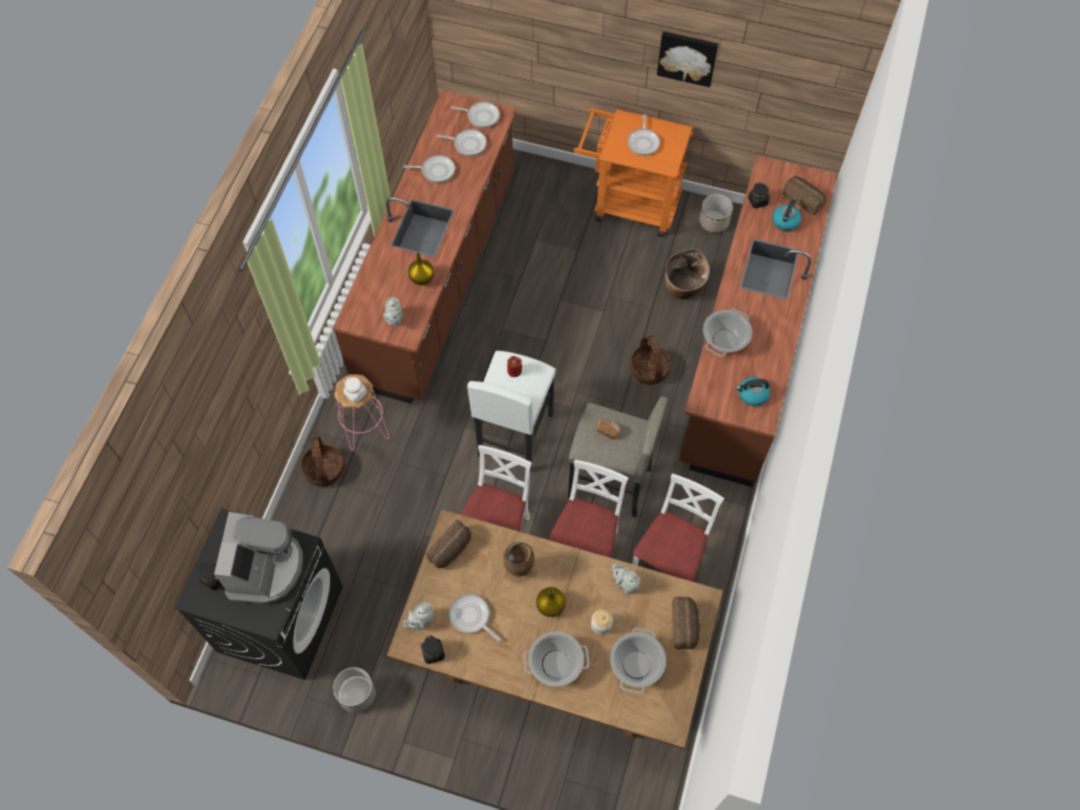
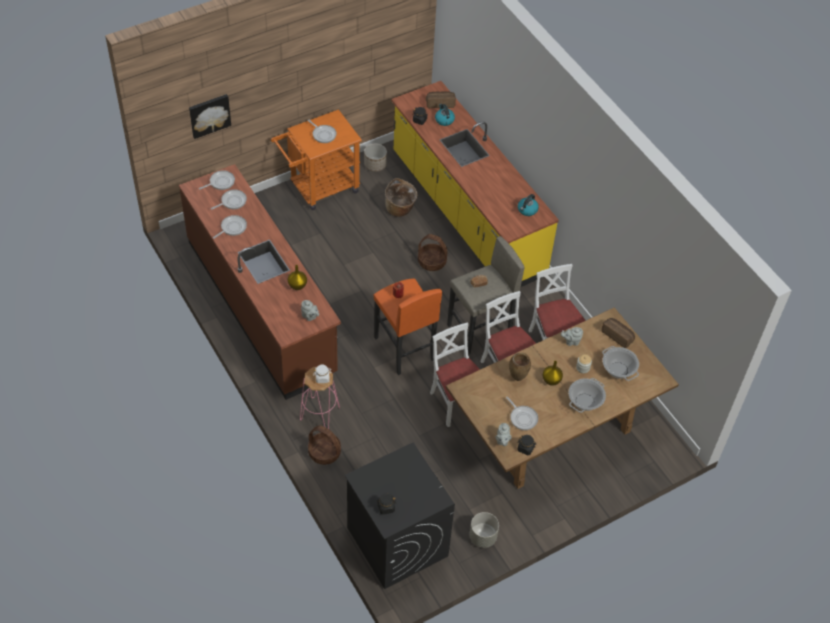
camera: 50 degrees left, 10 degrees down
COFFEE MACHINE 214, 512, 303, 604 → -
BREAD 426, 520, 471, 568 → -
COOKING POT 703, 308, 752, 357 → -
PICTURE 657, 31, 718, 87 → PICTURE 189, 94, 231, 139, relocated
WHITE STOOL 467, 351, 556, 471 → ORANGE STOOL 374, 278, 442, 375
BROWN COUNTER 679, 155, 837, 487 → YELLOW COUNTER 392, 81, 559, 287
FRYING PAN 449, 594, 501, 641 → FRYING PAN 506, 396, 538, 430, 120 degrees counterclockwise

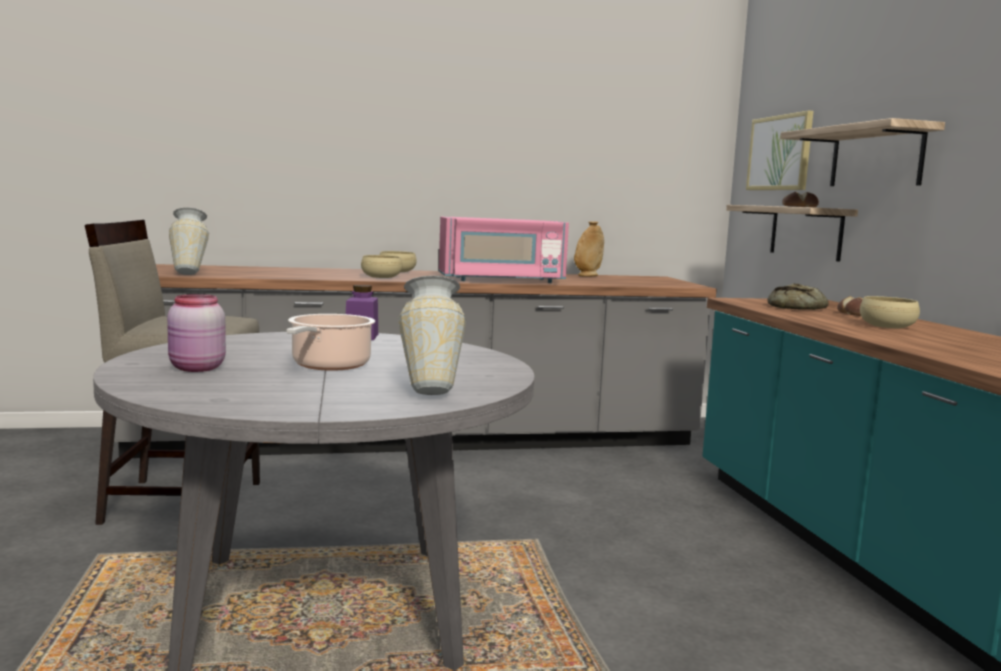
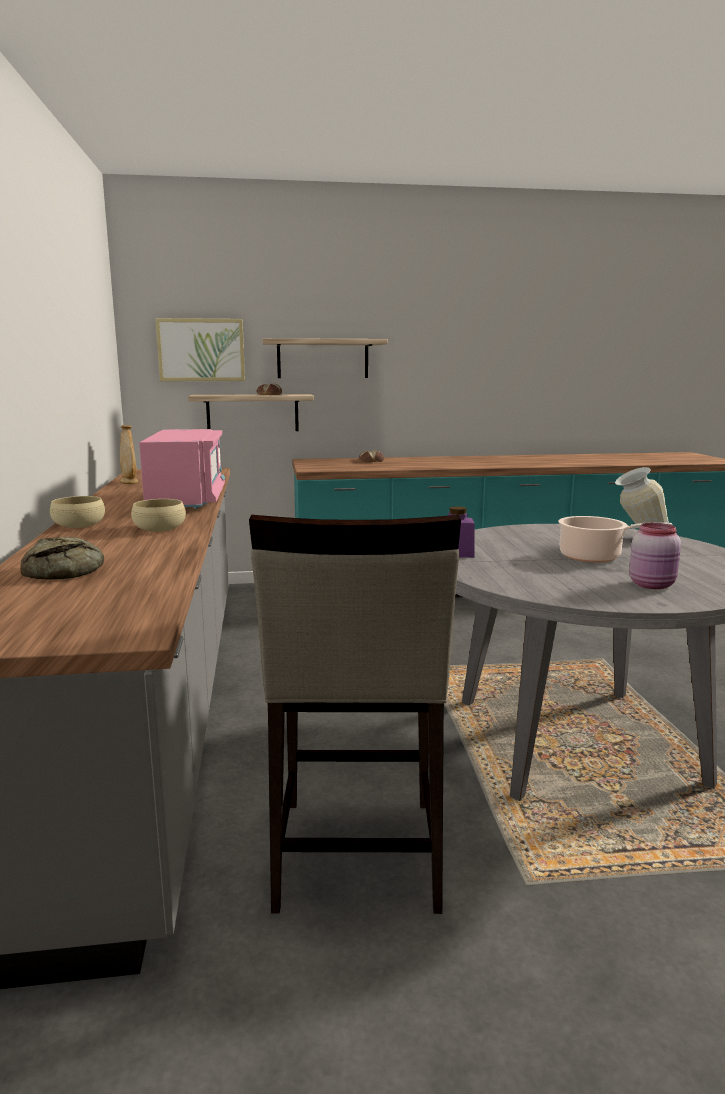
camera: 85 degrees left, 5 degrees up
VASE 169, 207, 209, 275 → -
BEIGE BOWL 860, 296, 920, 328 → -
BREAD 768, 283, 829, 310 → BREAD 20, 537, 104, 580, relocated

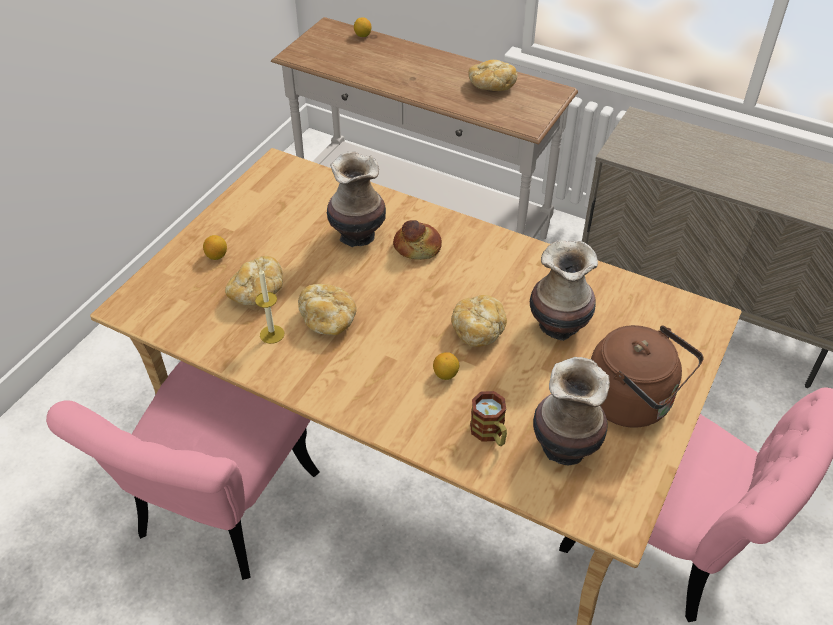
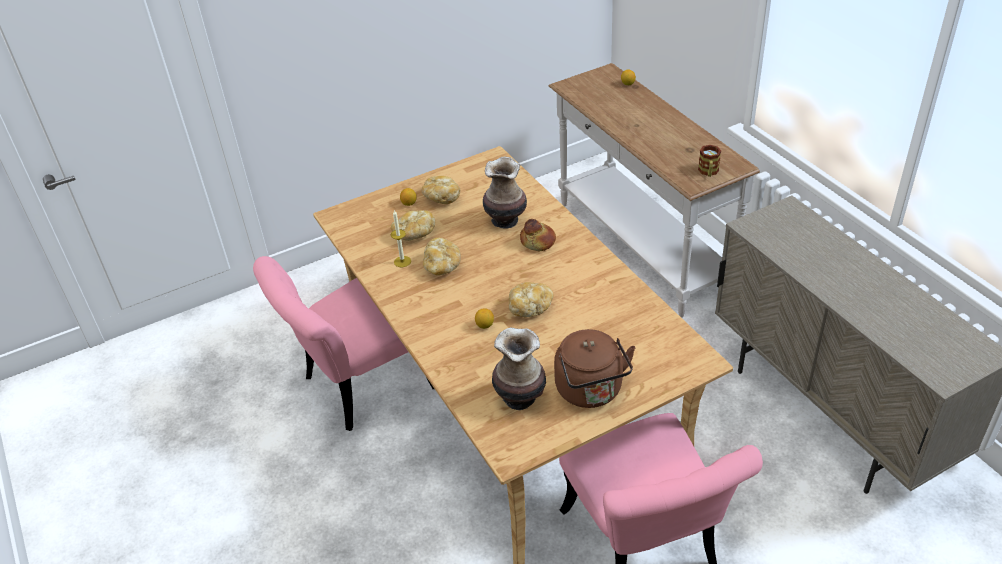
camera: 35 degrees right, 5 degrees down
VASE 530, 240, 598, 341 → -
BREAD 468, 60, 518, 91 → BREAD 421, 176, 460, 204, relocated
MUG 470, 391, 507, 446 → MUG 698, 145, 721, 177, relocated

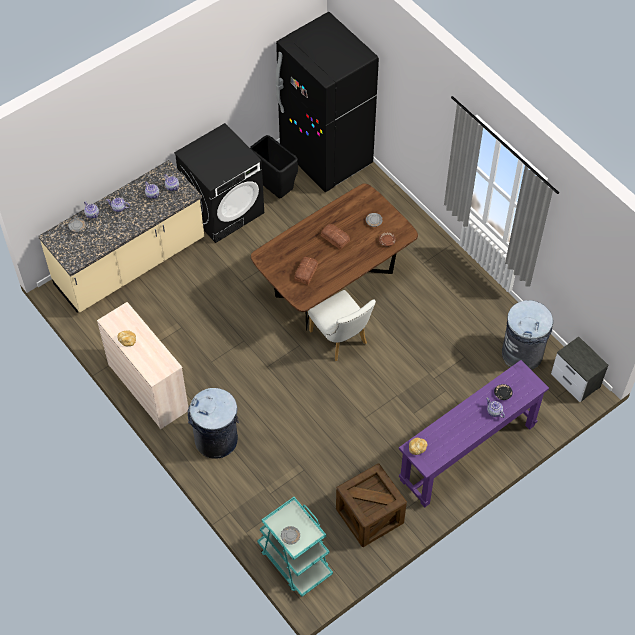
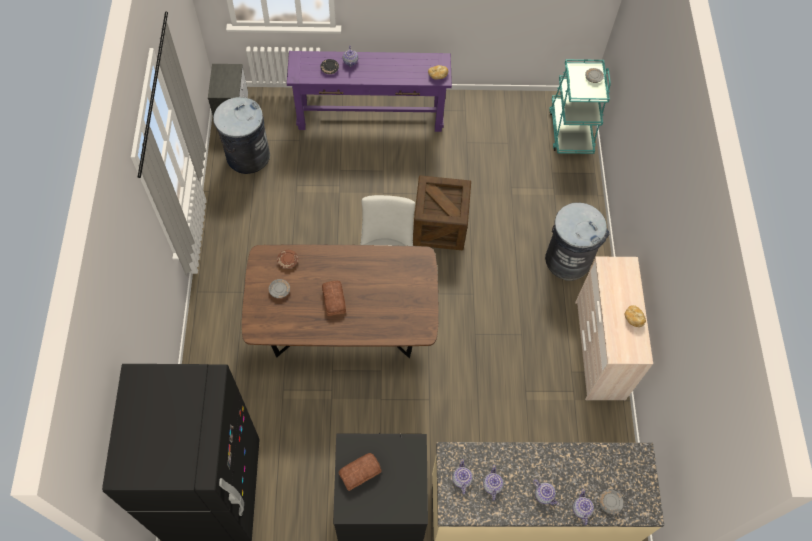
camera: 145 degrees left, 5 degrees up
BLACK TRASH CAN 250, 135, 298, 198 → -
BREAD 294, 257, 318, 285 → BREAD 339, 453, 382, 491, relocated
CRATE 336, 463, 407, 547 → CRATE 413, 176, 471, 250, relocated

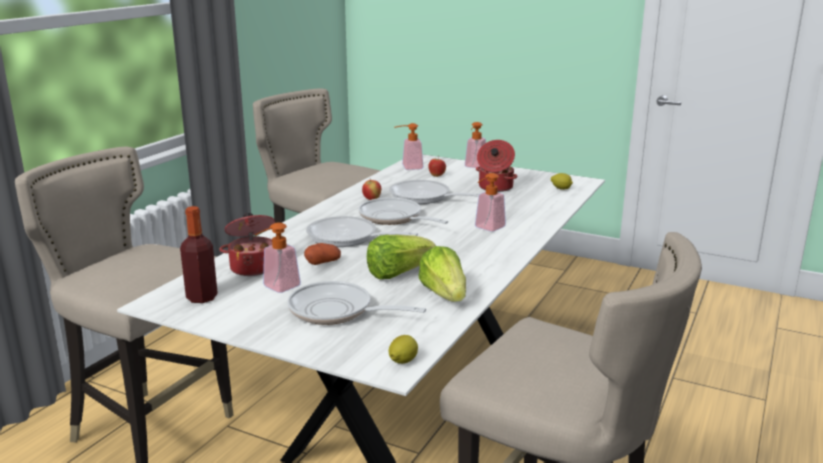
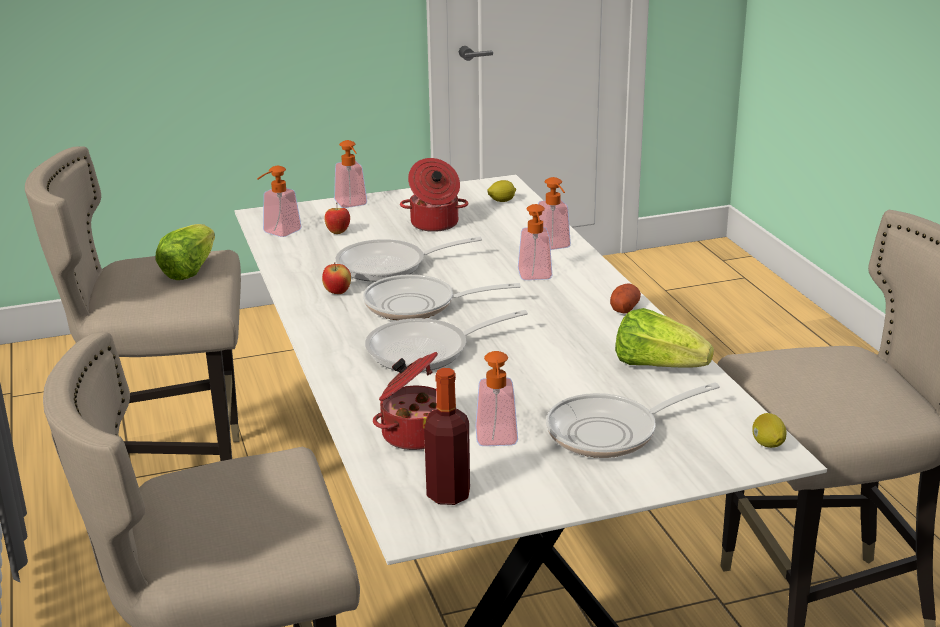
camera: 45 degrees left, 5 degrees up
- → SOAP DISPENSER 538, 177, 571, 250
POTATO 304, 243, 341, 265 → POTATO 610, 283, 641, 314, relocated
LETTUCE 367, 235, 436, 279 → LETTUCE 155, 224, 215, 280, relocated

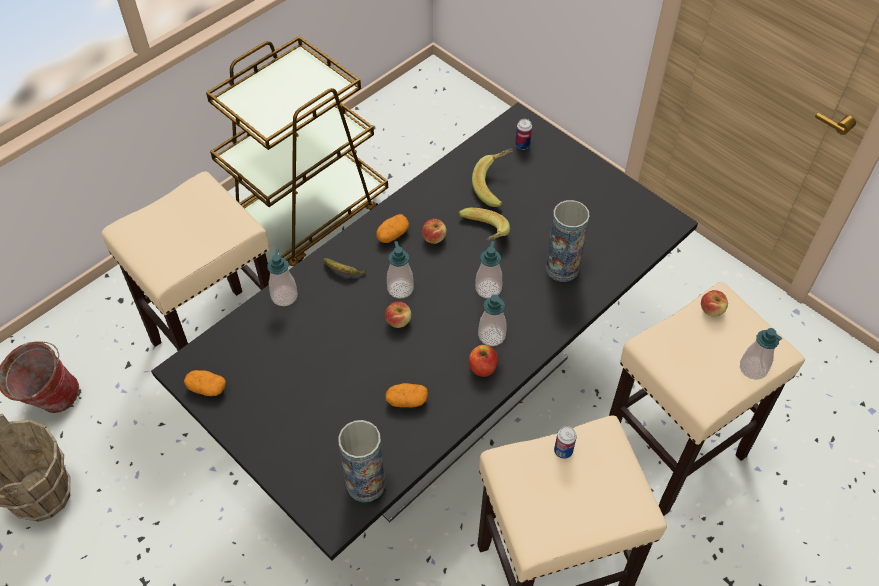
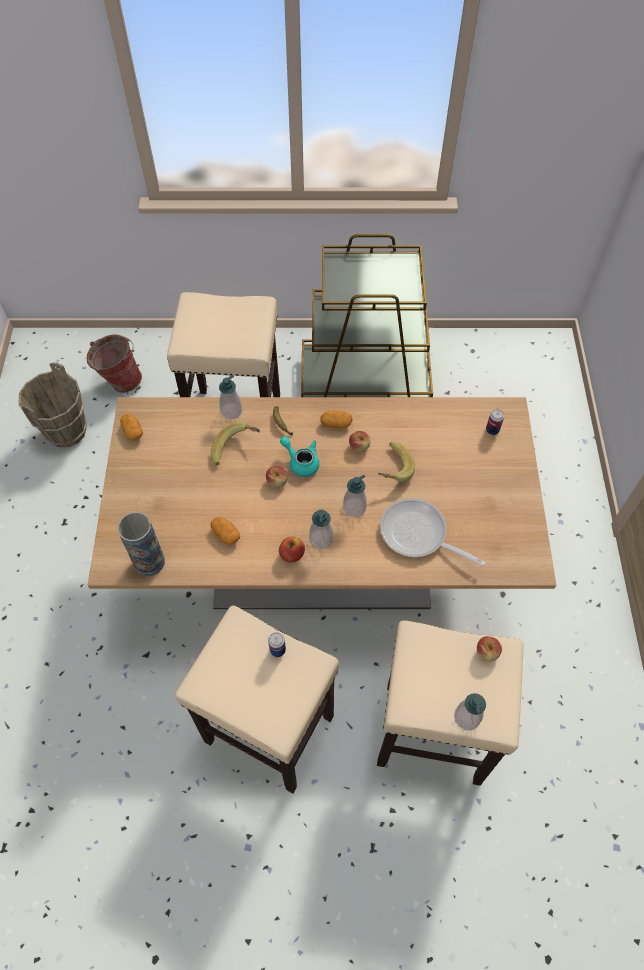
camera: 45 degrees right, 5 degrees up
BANANA 472, 148, 513, 207 → BANANA 211, 421, 260, 465, relocated
SOAP DISPENSER 387, 241, 414, 299 → TURQUOISE TEAPOT 280, 437, 320, 477
VASE 546, 200, 590, 282 → FRYING PAN 380, 498, 485, 567
BLACK DINING TABLE 151, 102, 698, 561 → BEIGE DINING TABLE 88, 397, 556, 609

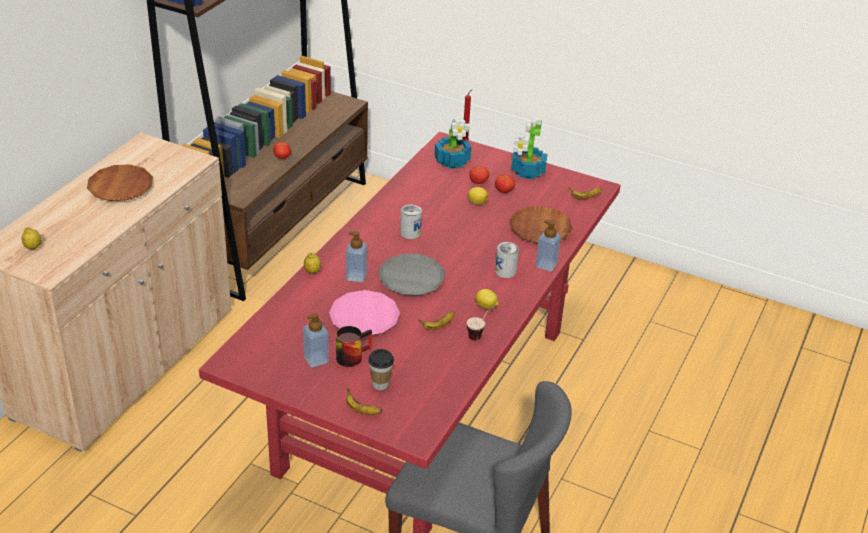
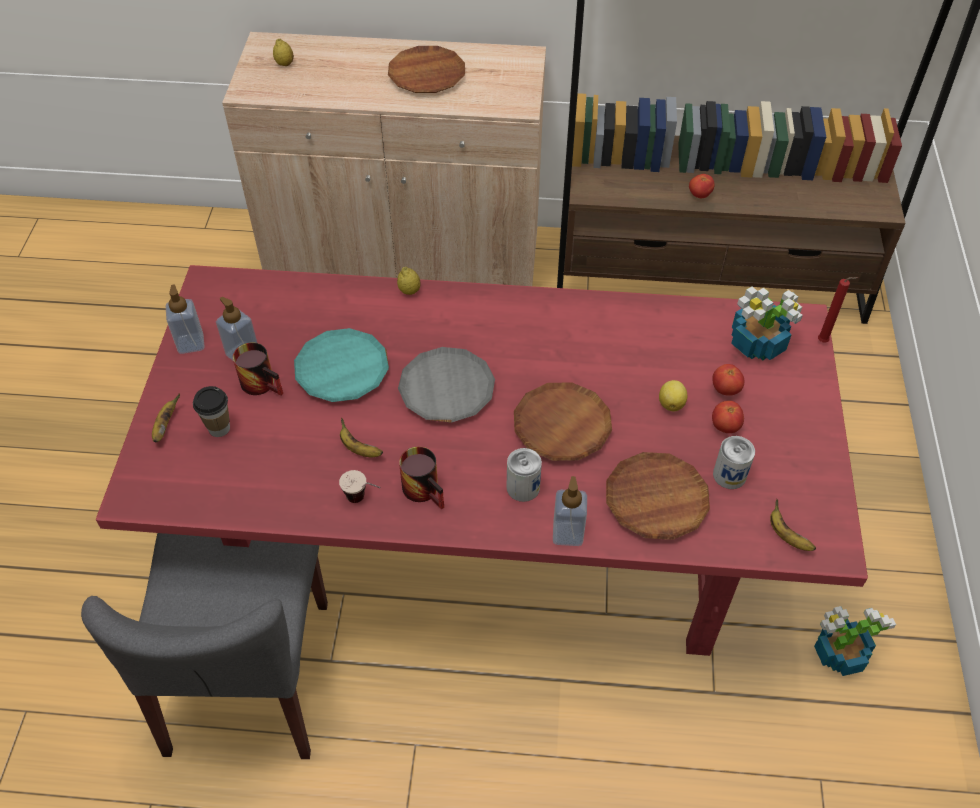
camera: 70 degrees right, 15 degrees up
- → BROWN PLATE 514, 382, 612, 461
SOAP DISPENSER 346, 232, 367, 282 → SOAP DISPENSER 166, 284, 205, 354, relocated
CAN 400, 205, 422, 239 → CAN 713, 436, 755, 489, relocated
POTTED PLANT 511, 118, 547, 179 → POTTED PLANT 814, 606, 896, 676, relocated
LEMON 475, 289, 499, 310 → MUG 399, 447, 444, 509
PINK PLATE 329, 290, 400, 336 → TURQUOISE PLATE 294, 328, 389, 402

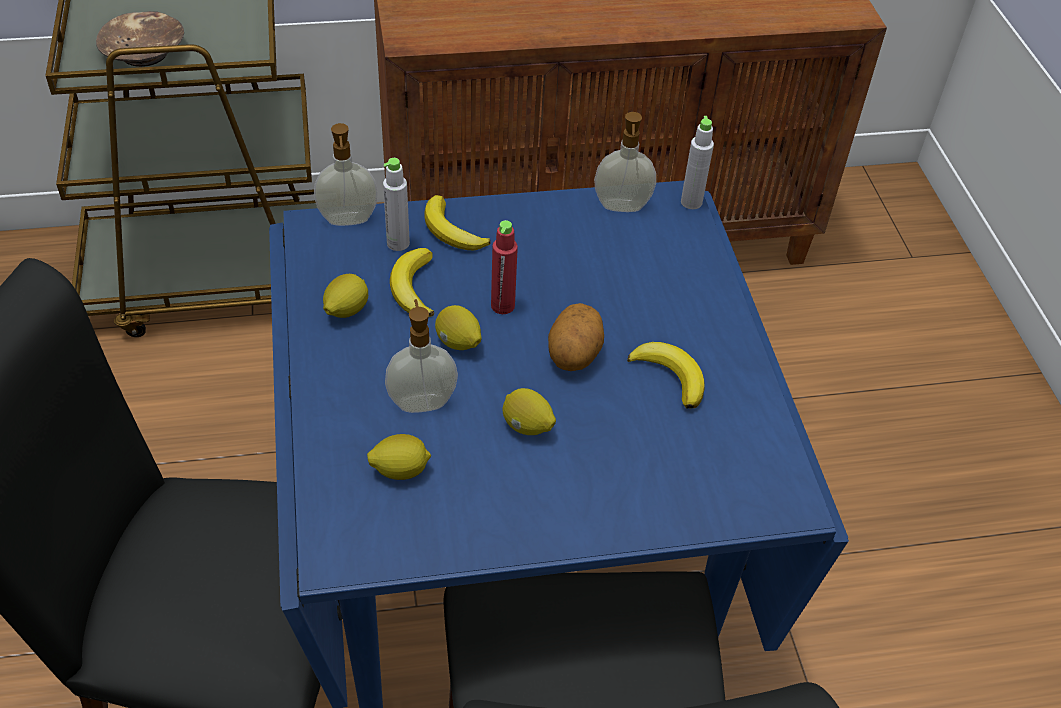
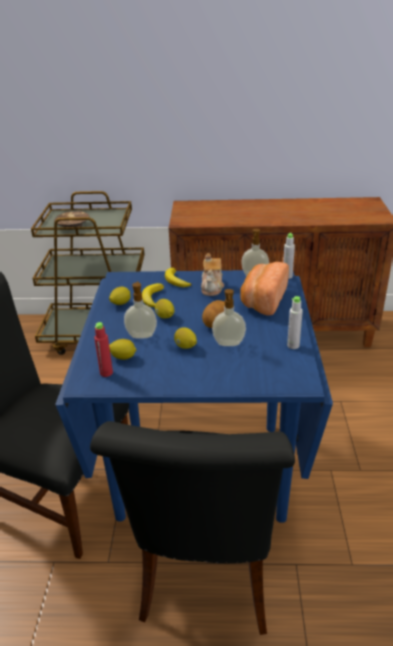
camera: 15 degrees right, 15 degrees down
BANANA 627, 342, 705, 409 → -
- → TEAPOT 201, 253, 224, 296
- → BREAD 241, 262, 289, 316
SOAP DISPENSER 314, 123, 378, 226 → SOAP DISPENSER 212, 289, 246, 346, relocated
GREY BOTTLE 383, 158, 410, 251 → GREY BOTTLE 287, 296, 303, 349, relocated
RED BOTTLE 491, 220, 518, 314 → RED BOTTLE 94, 322, 113, 377, relocated

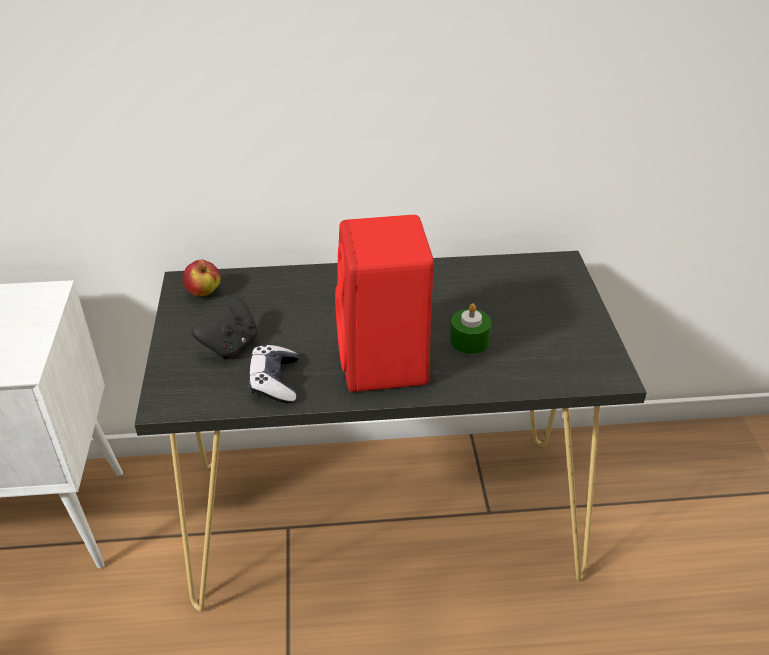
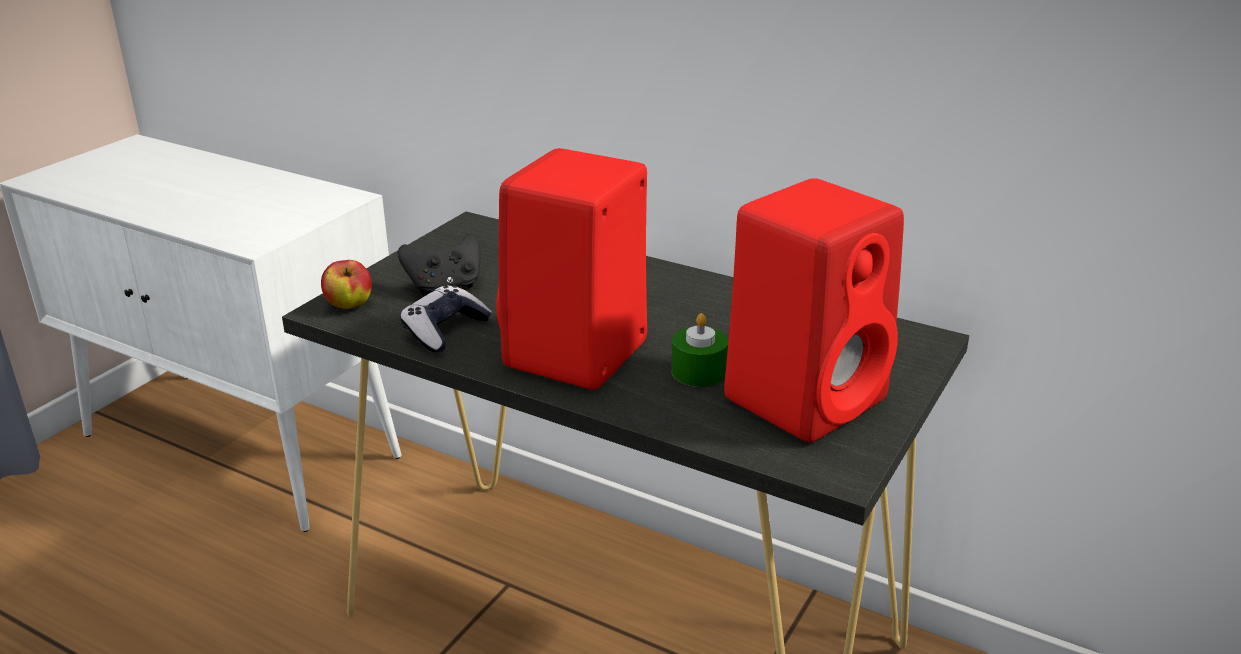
camera: 35 degrees right, 10 degrees down
- → RED SPEAKER 724, 178, 904, 443
APPLE 183, 260, 221, 296 → APPLE 321, 260, 372, 309, relocated

